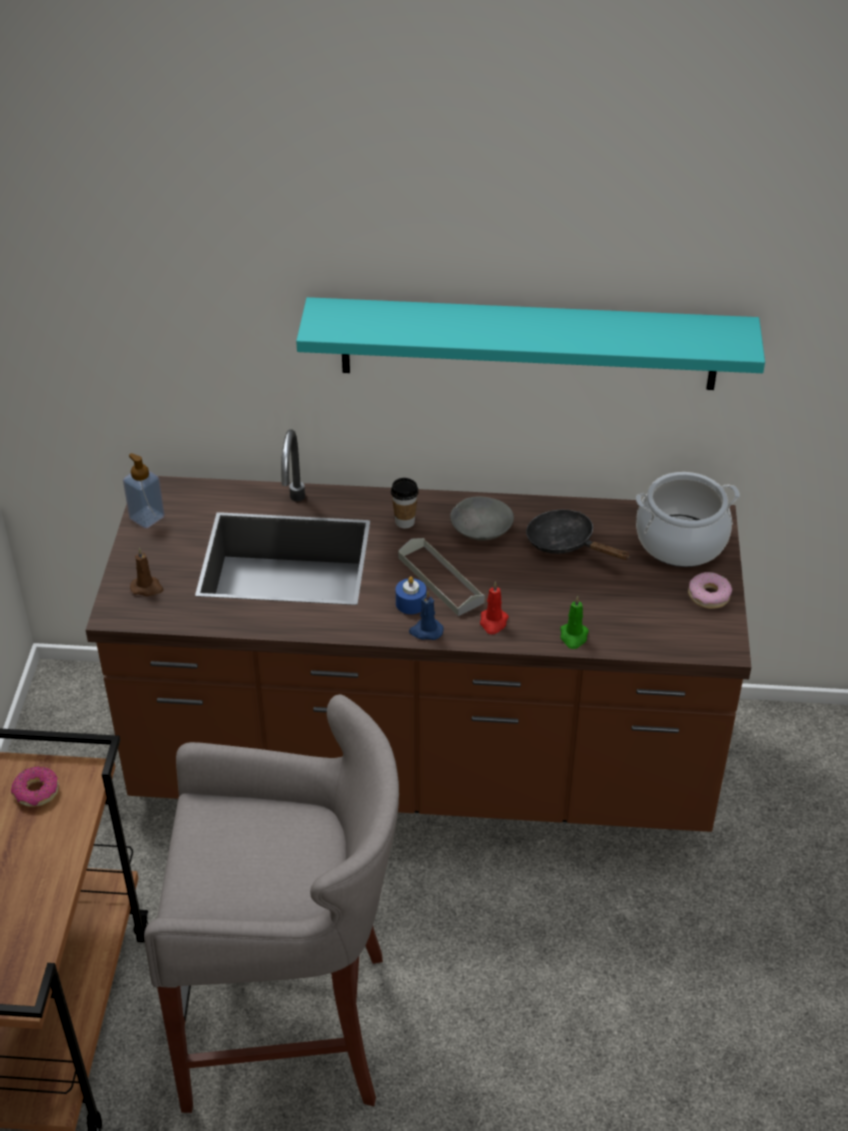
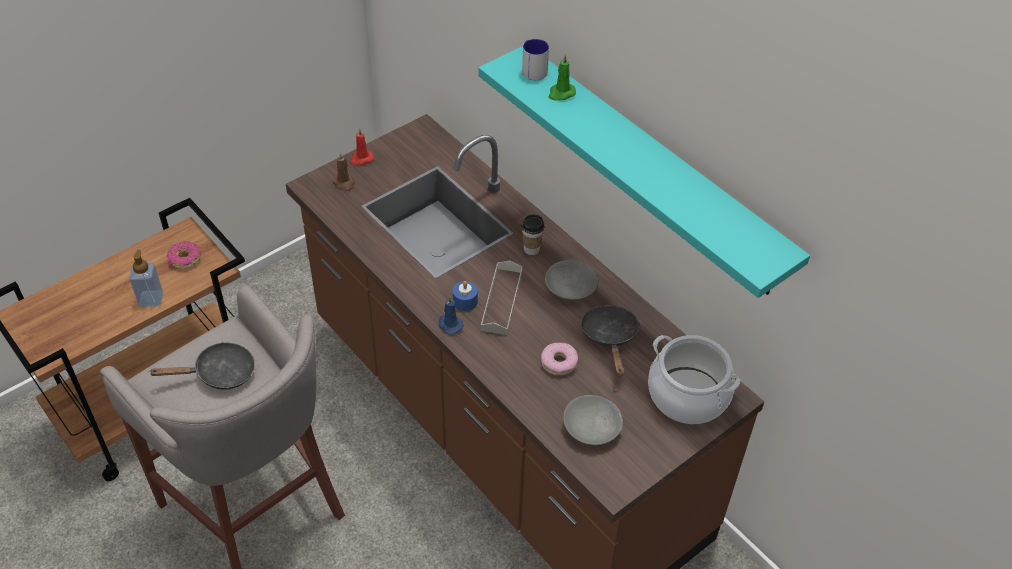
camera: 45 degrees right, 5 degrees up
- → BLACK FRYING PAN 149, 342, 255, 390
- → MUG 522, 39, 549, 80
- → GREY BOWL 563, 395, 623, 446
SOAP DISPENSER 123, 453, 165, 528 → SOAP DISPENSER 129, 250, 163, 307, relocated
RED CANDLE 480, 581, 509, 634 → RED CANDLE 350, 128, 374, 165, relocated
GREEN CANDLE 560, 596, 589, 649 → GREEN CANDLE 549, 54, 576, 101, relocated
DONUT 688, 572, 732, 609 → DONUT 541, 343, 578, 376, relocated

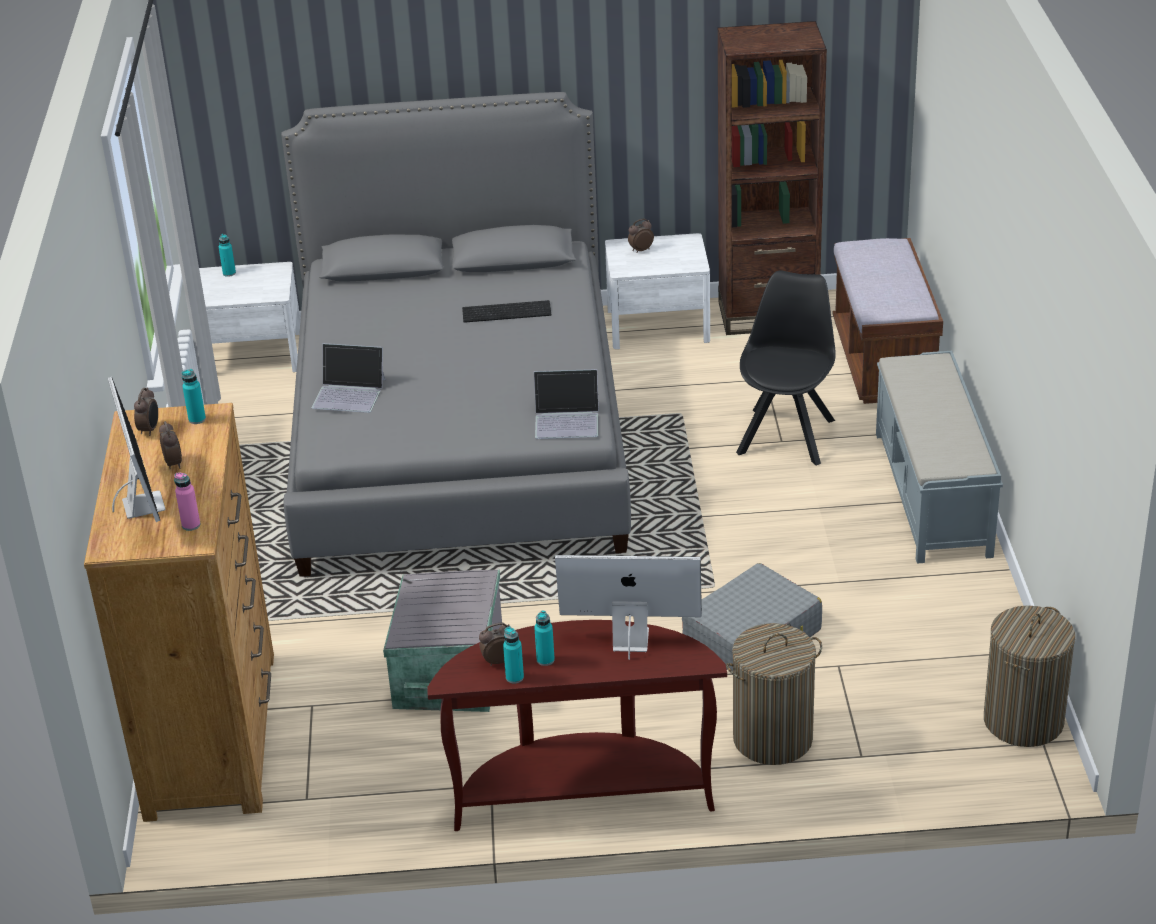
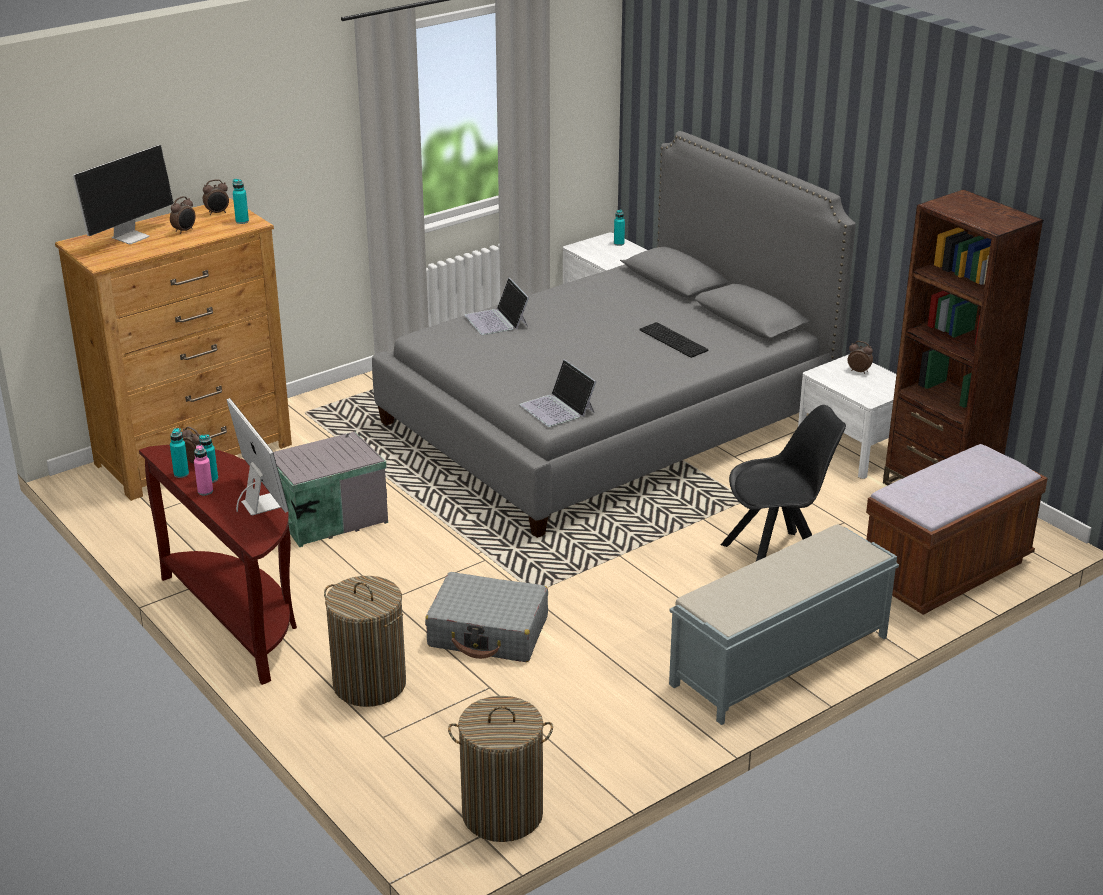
camera: 55 degrees right, 5 degrees down
PINK BOTTLE 174, 472, 200, 531 → PINK BOTTLE 194, 445, 213, 496, relocated

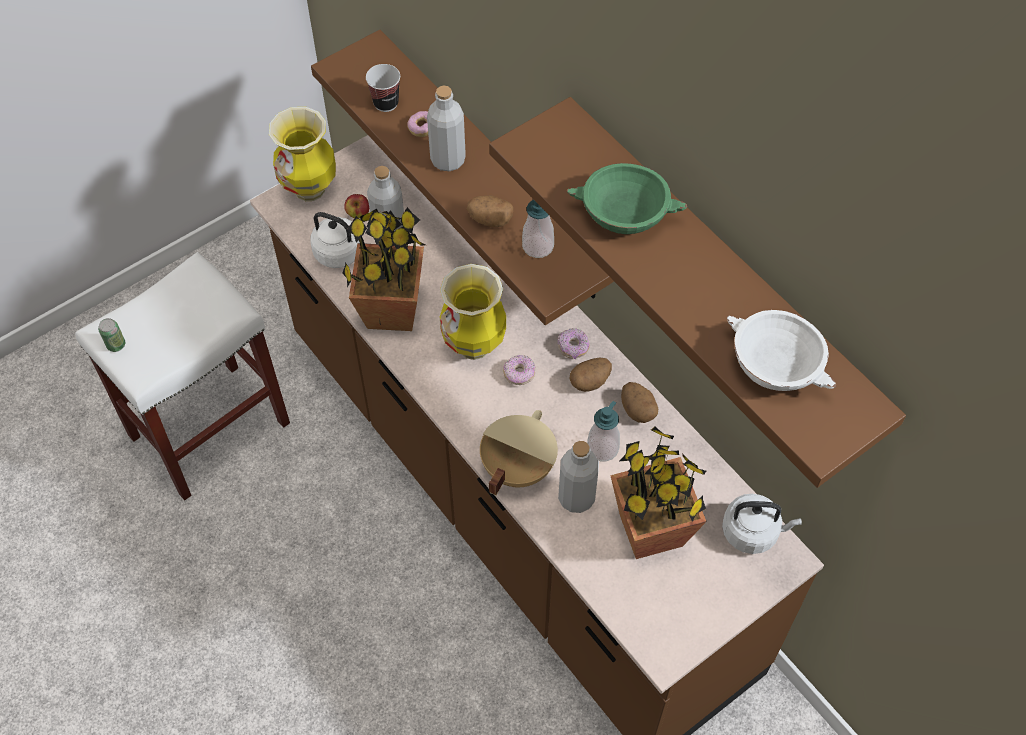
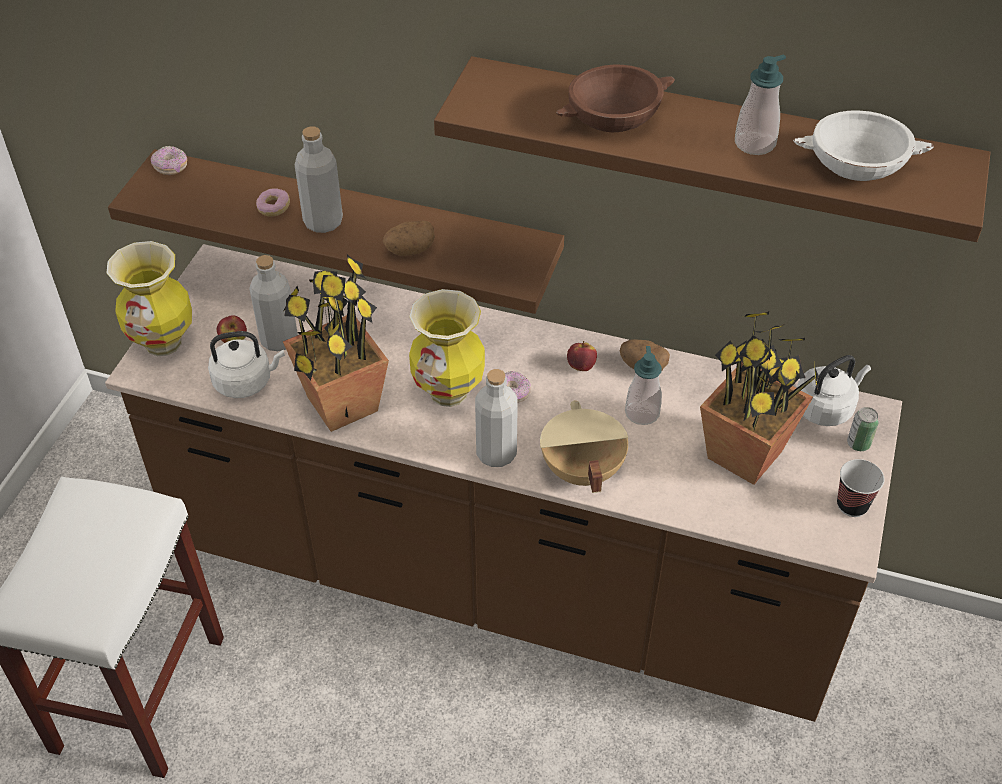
camera: 35 degrees left, 10 degrees down
CAN 98, 318, 125, 352 → CAN 847, 407, 879, 451, relocated
CUP 366, 64, 400, 112 → CUP 837, 459, 884, 517, relocated
SOAP DISPENSER 522, 199, 554, 258 → SOAP DISPENSER 735, 54, 786, 155, relocated
DONUT 558, 328, 590, 359 → DONUT 151, 146, 187, 175, relocated
GREY BOTTLE 558, 441, 599, 513 → GREY BOTTLE 475, 369, 518, 467, relocated
POTATO 570, 357, 612, 392 → APPLE 567, 341, 597, 371
GREEN BOWL 567, 163, 687, 234 → BROWN BOWL 556, 65, 675, 132

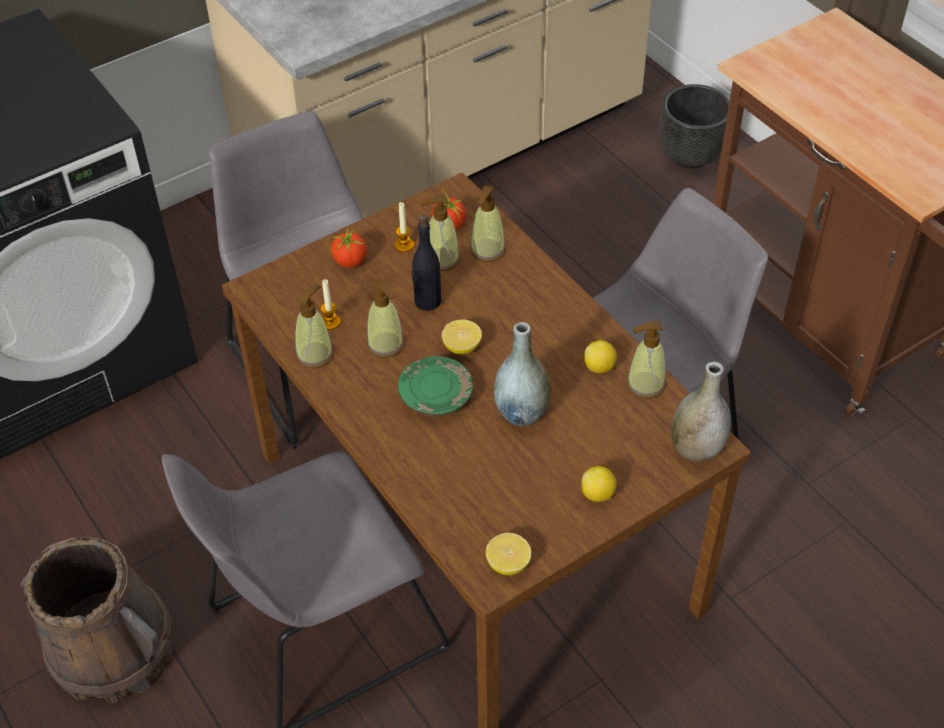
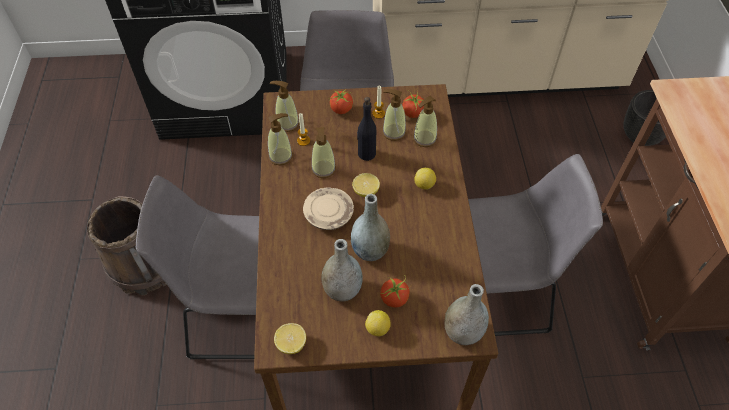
camera: 30 degrees right, 5 degrees up
- → GREY VASE 321, 239, 363, 302
- → TOMATO 380, 275, 412, 307
LEMON 584, 340, 617, 373 → LEMON 414, 168, 436, 190, relocated
SOAP DISPENSER 627, 321, 666, 399 → SOAP DISPENSER 269, 81, 299, 132, relocated
GREEN PLATE 398, 356, 473, 416 → BEIGE PLATE 303, 187, 354, 230

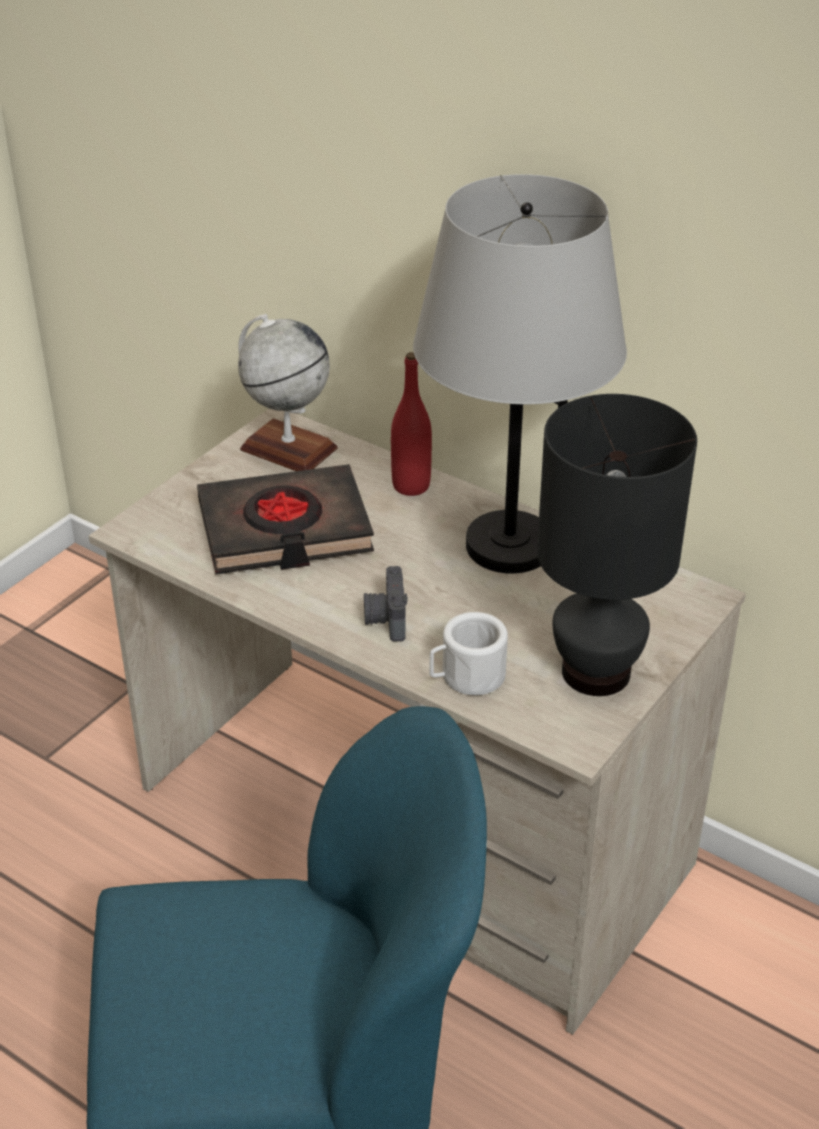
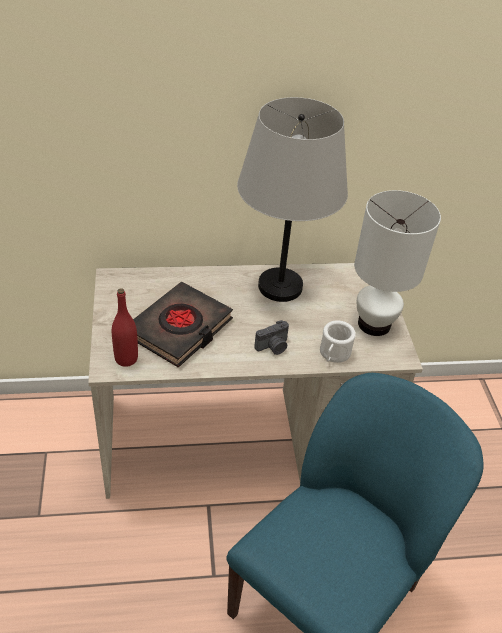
camera: 45 degrees left, 5 degrees up
GLOBE 238, 314, 338, 471 → -
RED BOTTLE 391, 352, 432, 496 → RED BOTTLE 112, 288, 138, 367, relocated
BLACK TABLE LAMP 537, 394, 697, 696 → WHITE TABLE LAMP 354, 190, 441, 336
PHOTO CAMERA 364, 566, 408, 642 → PHOTO CAMERA 254, 320, 289, 355, 75 degrees counterclockwise

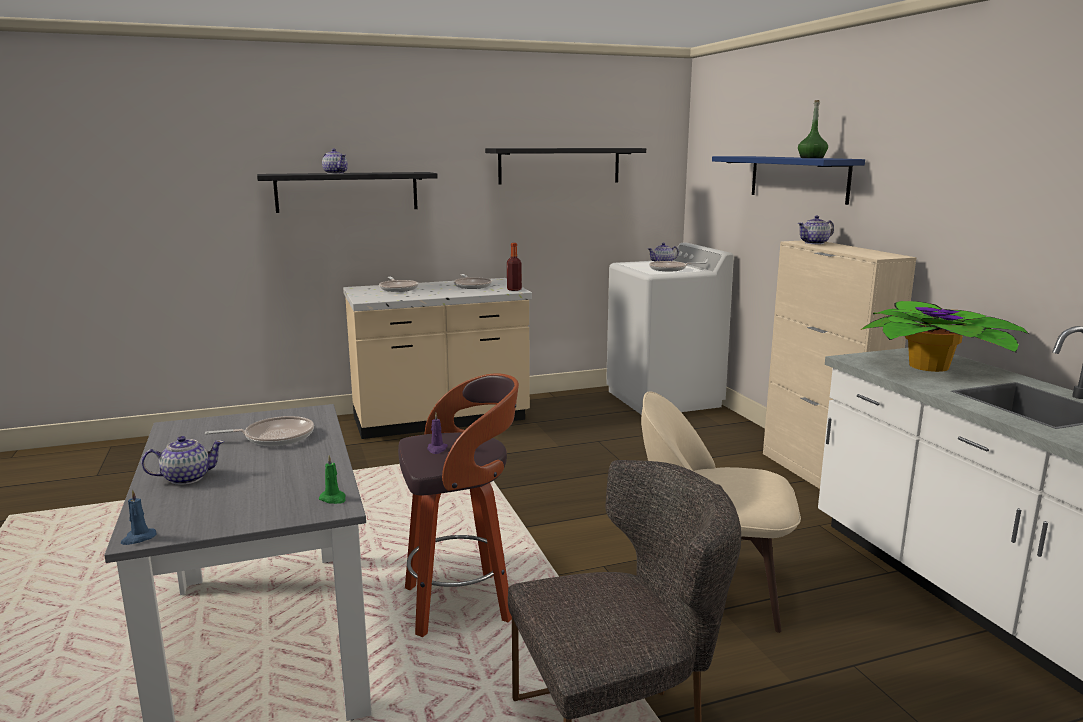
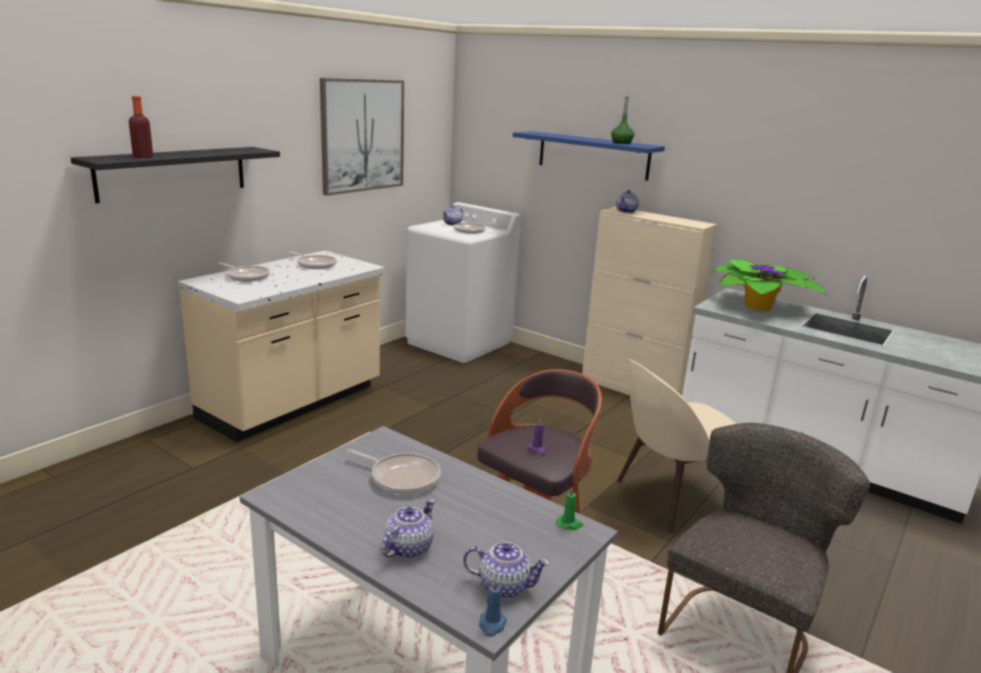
camera: 35 degrees left, 5 degrees up
TEAPOT 322, 149, 348, 174 → TEAPOT 463, 542, 550, 598, relocated
BOTTLE 507, 243, 522, 291 → BOTTLE 129, 96, 153, 158, relocated
BLACK SHELF 485, 148, 646, 185 → PICTURE 320, 78, 404, 196
FRYING PAN 205, 416, 314, 446 → FRYING PAN 347, 449, 441, 494, 75 degrees clockwise

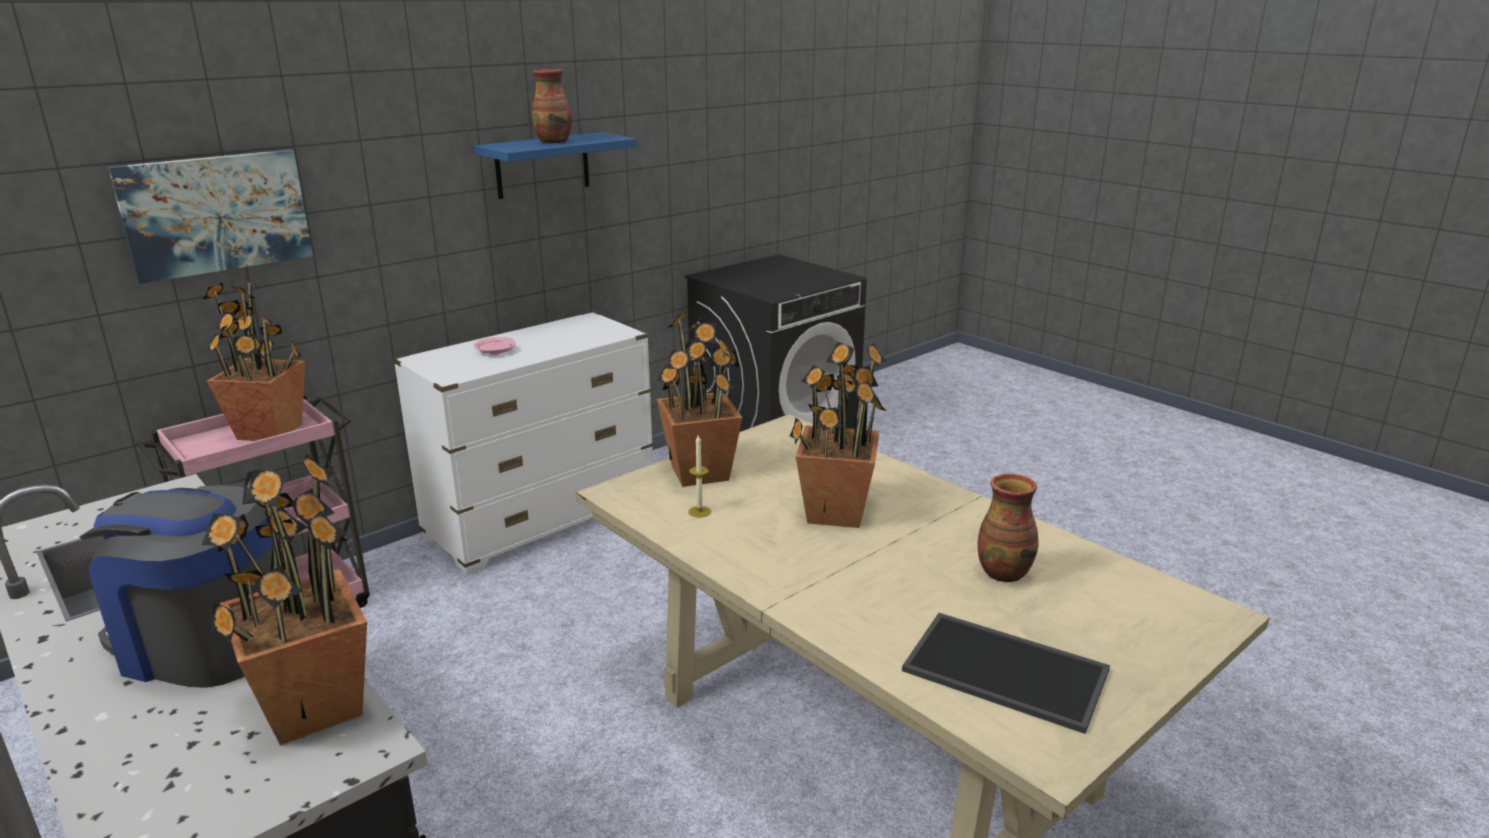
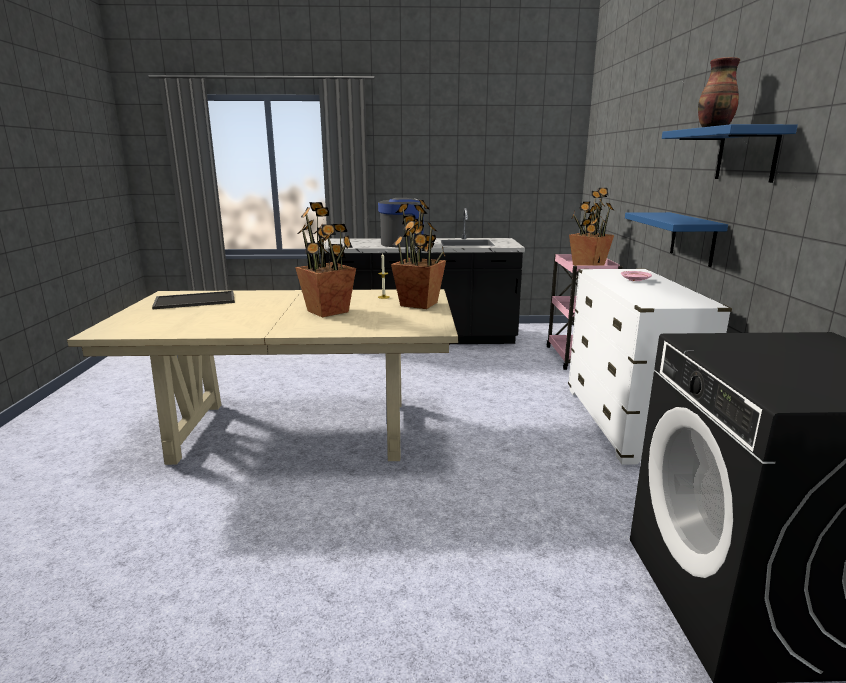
camera: 130 degrees right, 5 degrees down
PICTURE 108, 150, 313, 284 → -
POTTED PLANT 201, 453, 367, 745 → -
VASE 978, 474, 1039, 582 → -
- → BLUE SHELF 625, 212, 728, 267

